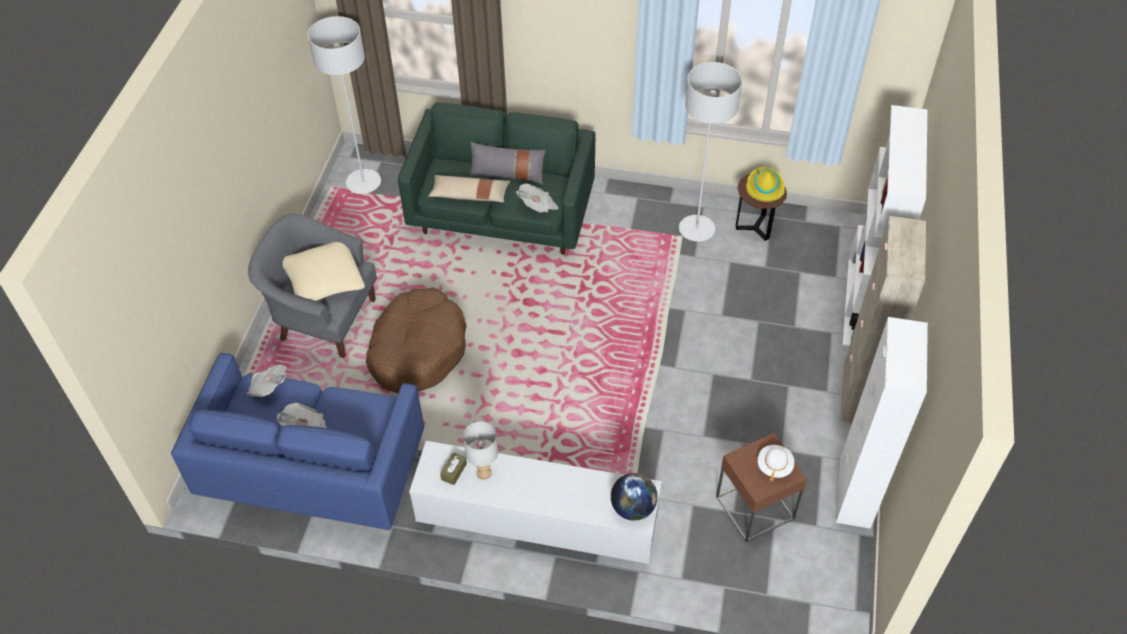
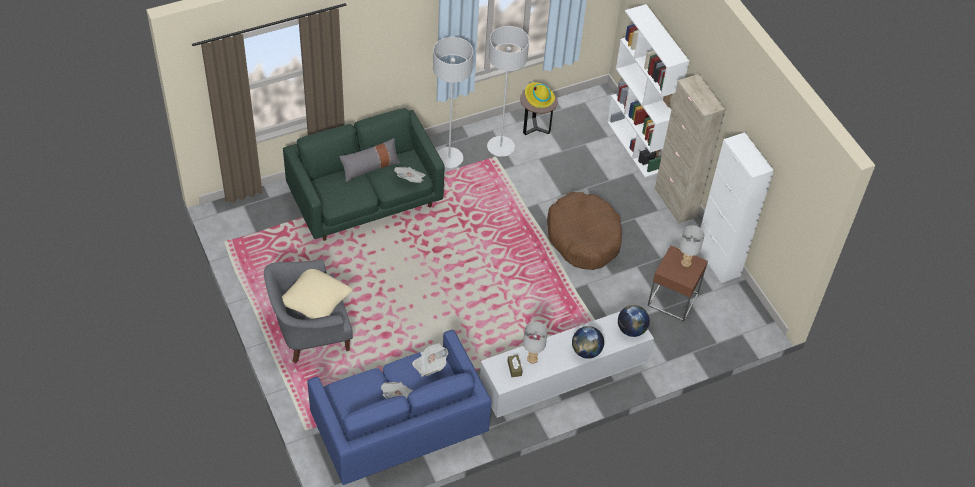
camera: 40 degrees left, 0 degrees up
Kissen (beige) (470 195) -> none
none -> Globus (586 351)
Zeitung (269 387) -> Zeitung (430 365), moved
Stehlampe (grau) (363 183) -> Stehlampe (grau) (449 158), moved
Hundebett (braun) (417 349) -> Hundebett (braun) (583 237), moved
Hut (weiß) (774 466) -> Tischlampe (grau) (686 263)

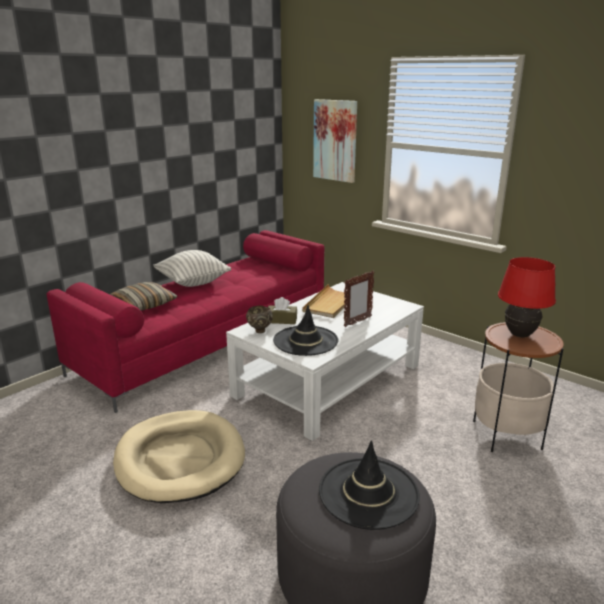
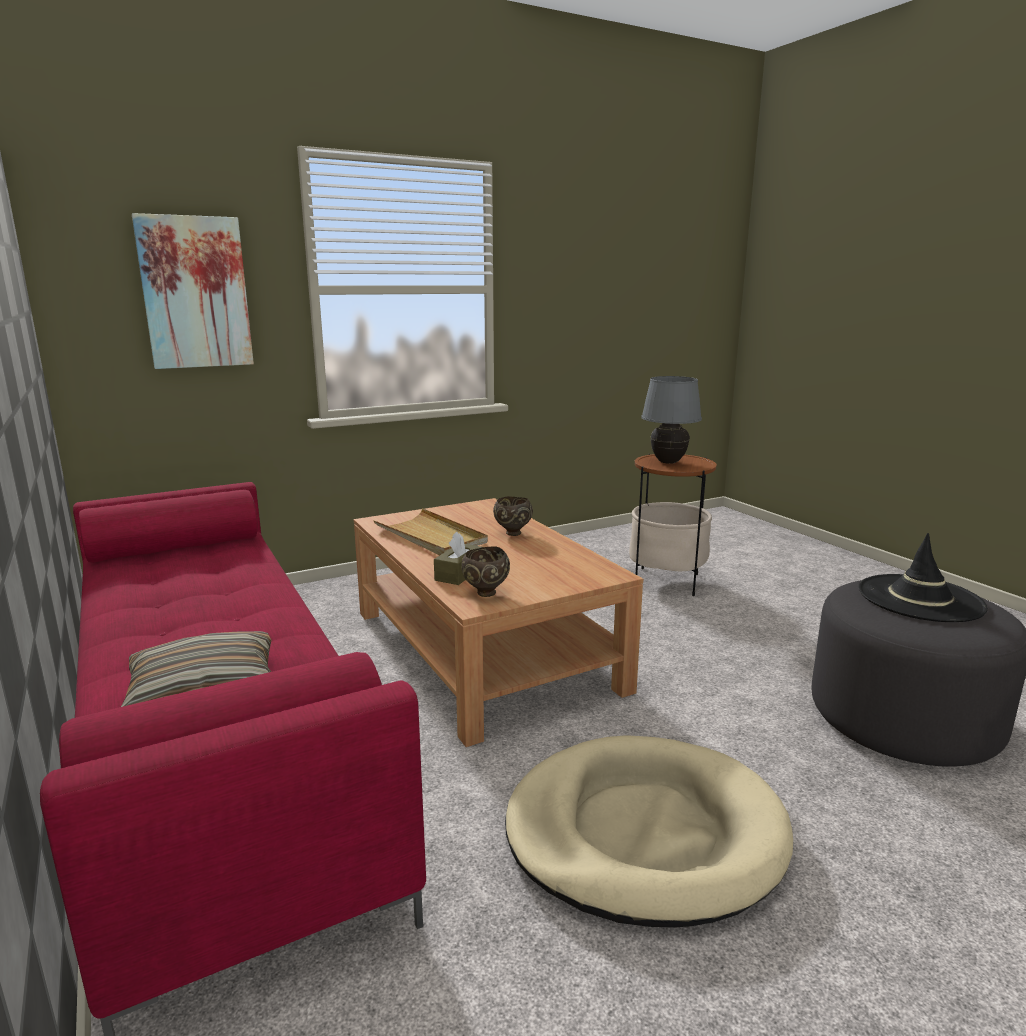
camera: 70 degrees left, 5 degrees down
Kissen (193 282) -> none
Hut (schwarz) (305 341) -> none
Bilderrahmen (357 322) -> Schüssel (braun) (512 533)
Couchtisch (weiß) (329 379) -> Couchtisch (braun) (482 649)
Tischlampe (rot) (519 335) -> Tischlampe (grau) (668 462)

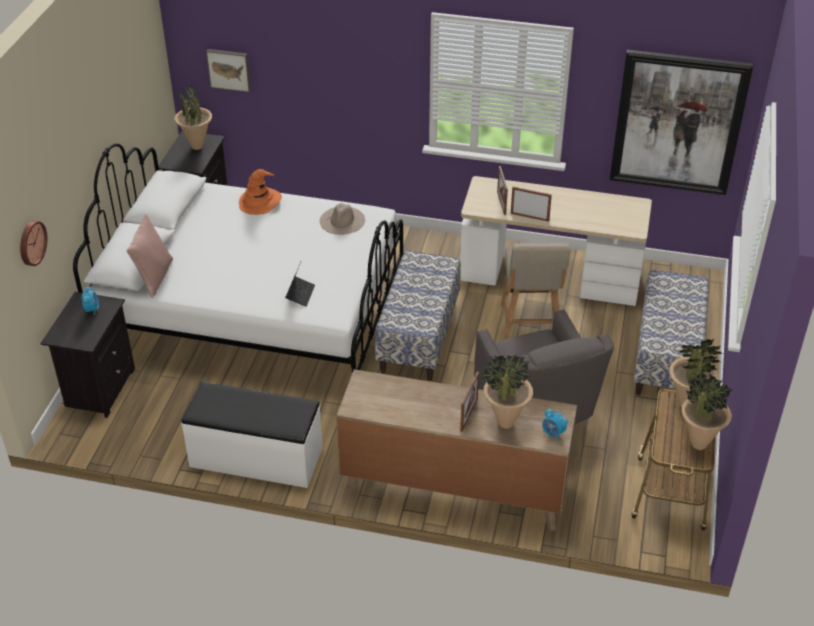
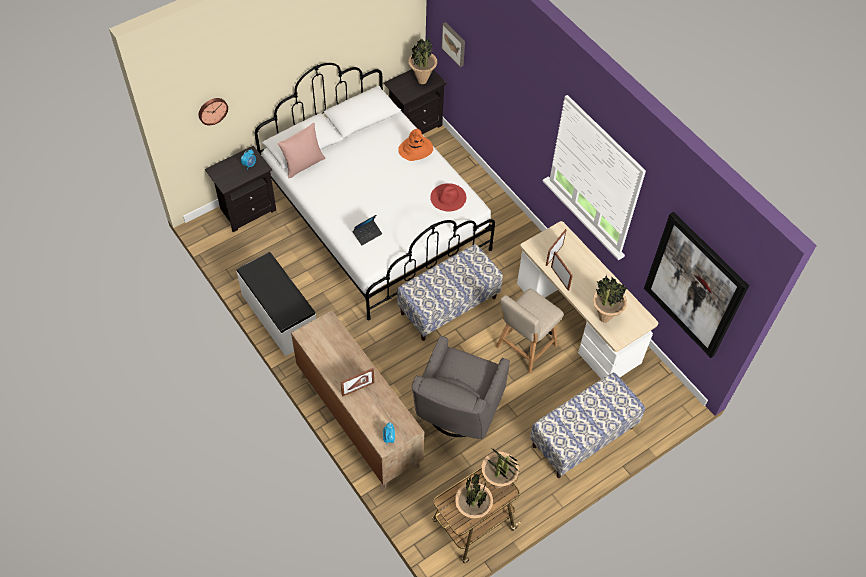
camera: 40 degrees right, 15 degrees up
Topfpflanze (505 423) -> Topfpflanze (604 318), moved
Hut (beige) (342 220) -> Hut (rot) (448 197)

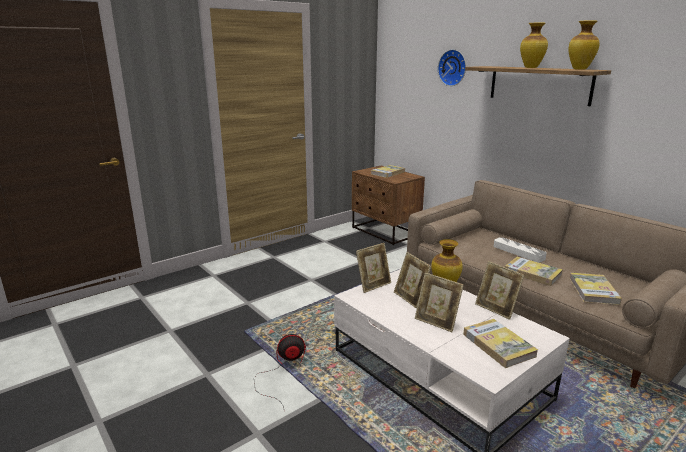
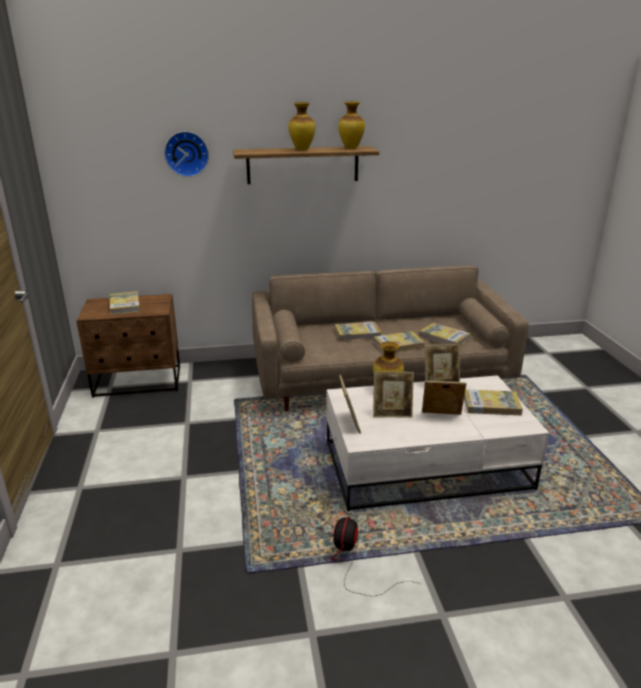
camera: 60 degrees left, 5 degrees up
Tablett (weiß) (518 252) -> Buch (357 333)
Bilderrahmen (436 322) -> Bilderrahmen (441 417), 150 degrees counterclockwise

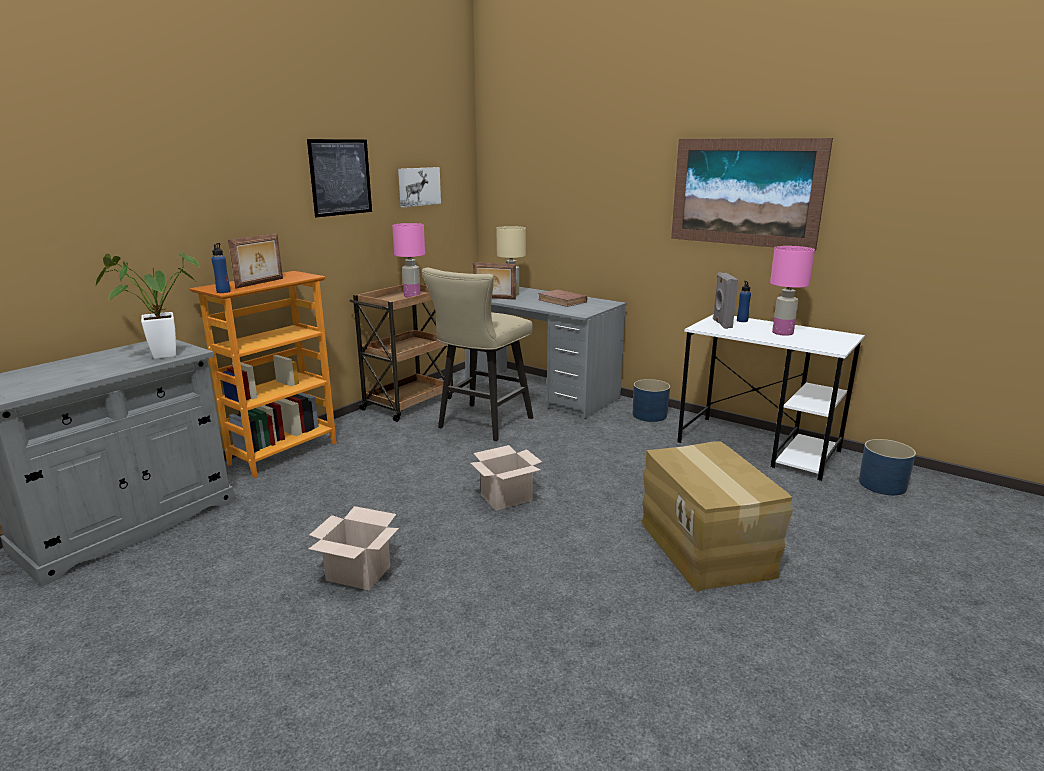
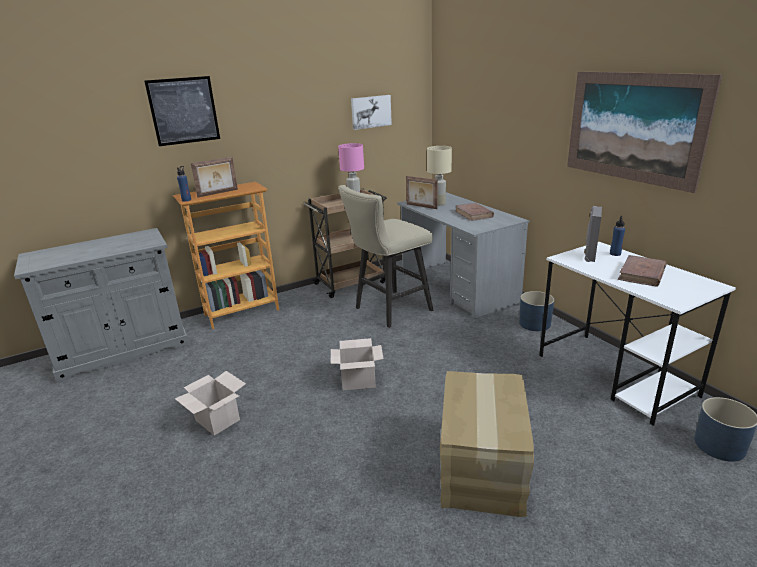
camera: 25 degrees right, 5 degrees up
Topfpflanze (157 356) -> none
Bild (340 177) -> Bild (184 111), moved
Tischlampe (rosa) (783 333) -> Buch (braun) (642 274)

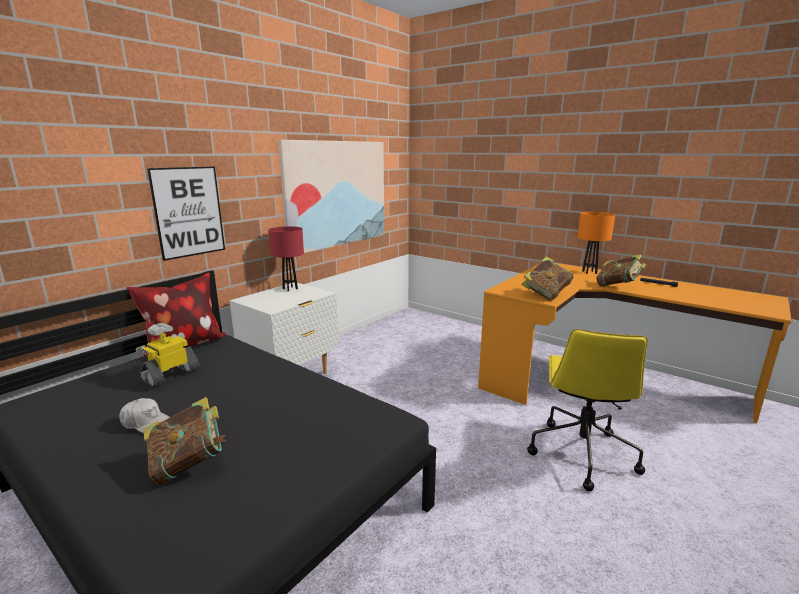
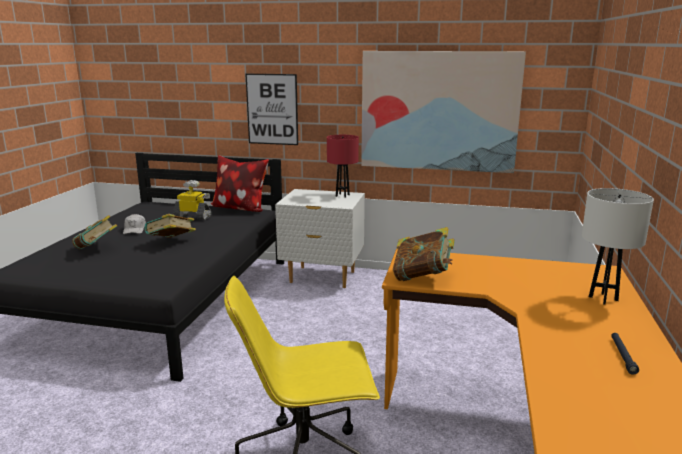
camera: 65 degrees right, 0 degrees up
Buch (618 287) -> Buch (171 242), moved
Tischlampe (orange) (589 272) -> Tischlampe (weiß) (603 298)

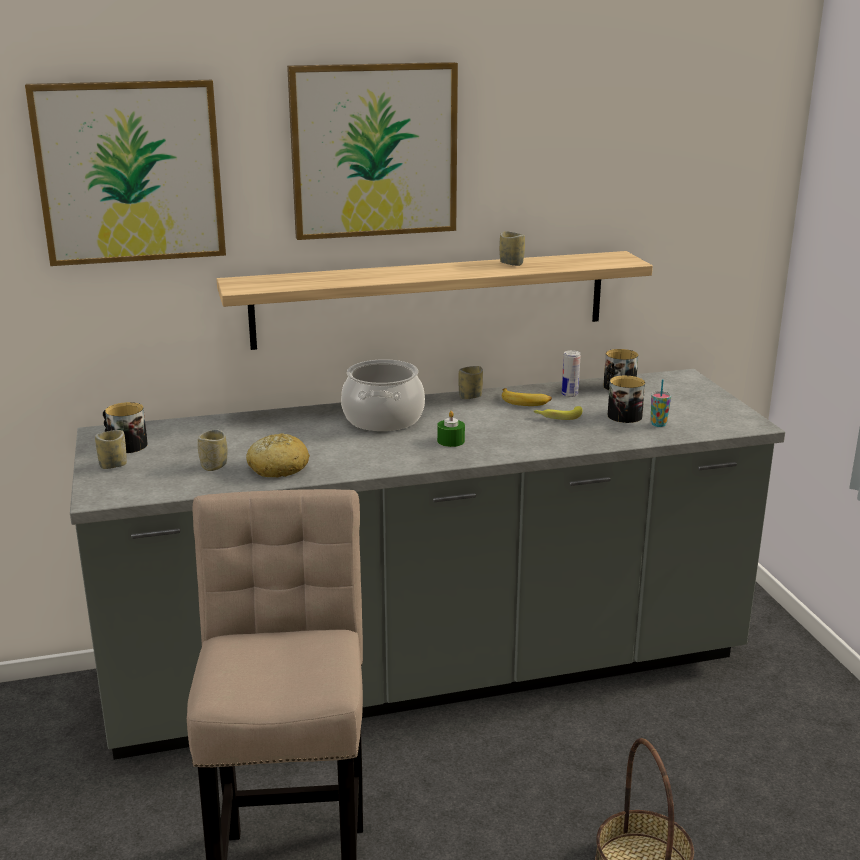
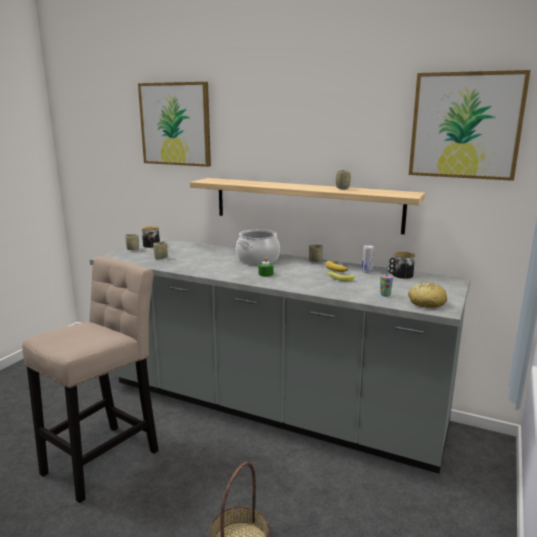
camera: 40 degrees right, 5 degrees down
Henkelbecher (625 414) -> none
Brot (277 468) -> Brot (426 303), moved
Bild (374 150) -> Bild (465 126), moved

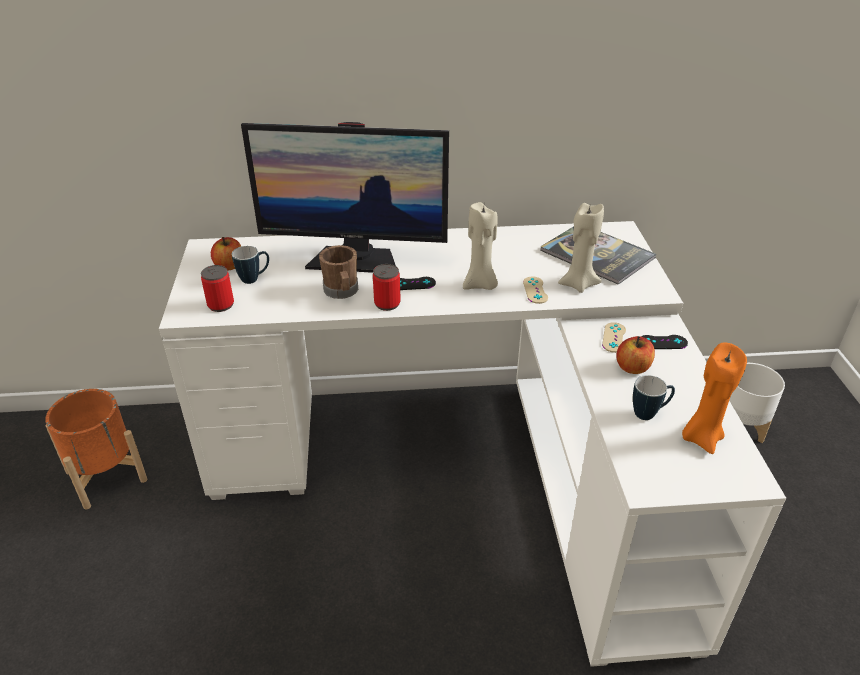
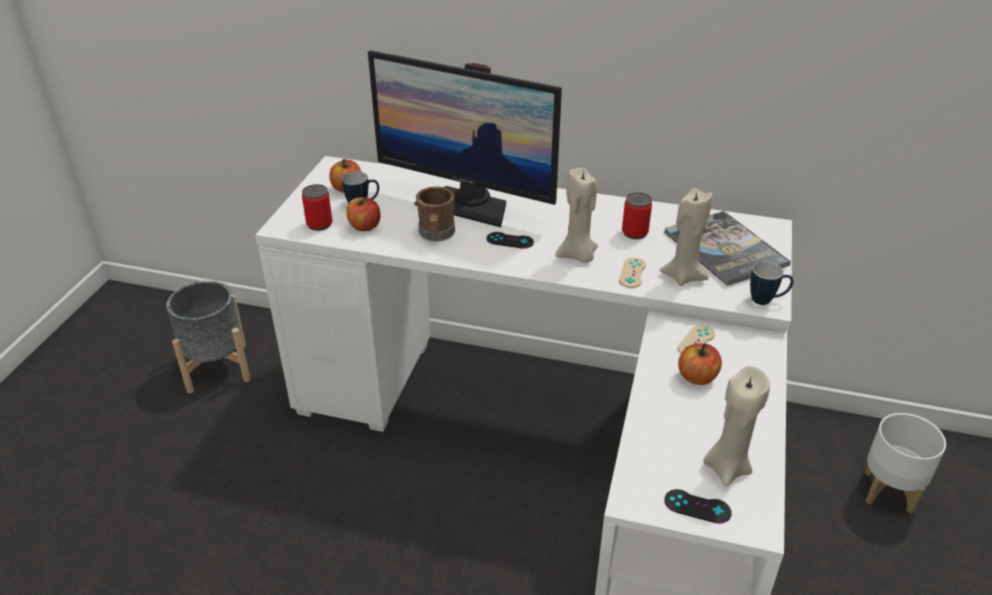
camera: 20 degrees right, 0 degrees up
none -> Apfel (364 226)
Dose (387 303) -> Dose (634 232), moved
Henkelbecher (649 413) -> Henkelbecher (766 300), moved
Gamepad (schwarz) (662 342) -> Gamepad (schwarz) (697 506), moved
Pflanzkübel (orange) (106 476) -> Pflanzkübel (grau) (216 367)
Kerze (orange) (701 438) -> Kerze (beige) (727 467)

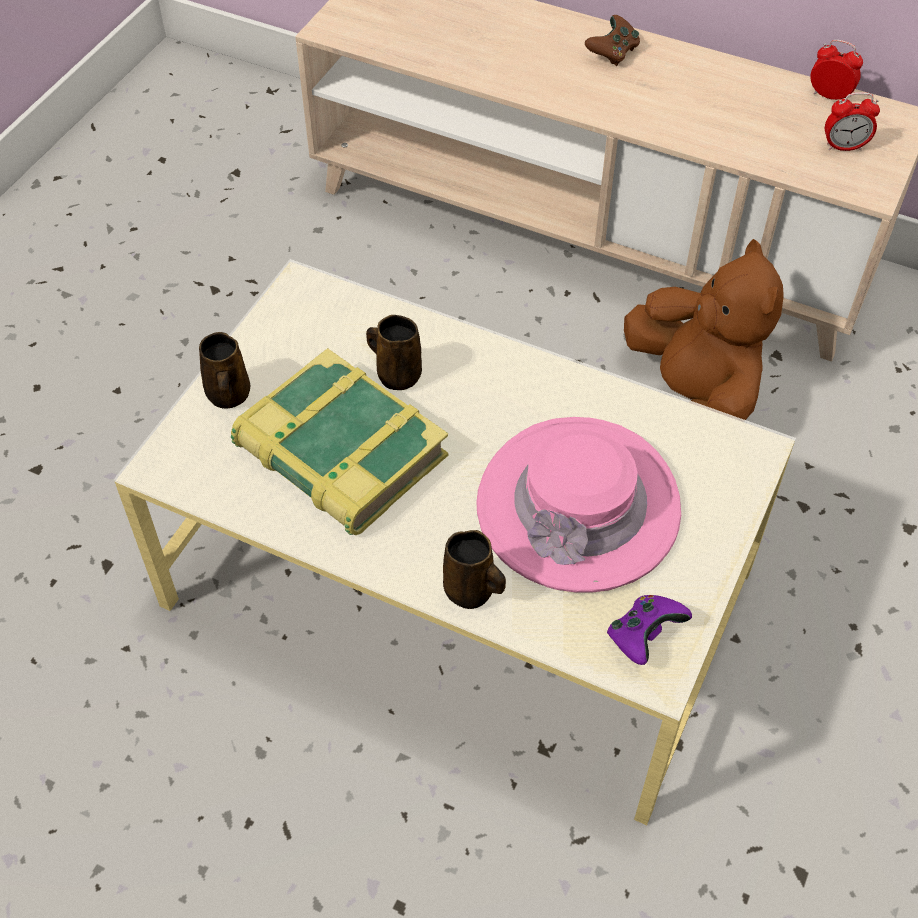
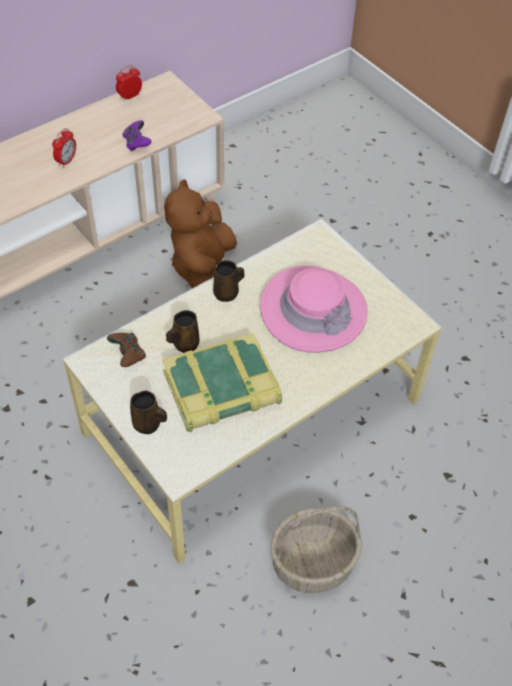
camera: 65 degrees left, 0 degrees up
none -> Korb (312 563)
Henkelbecher (braun) (471 592) -> Henkelbecher (braun) (227 293), moved
Gamepad (braun) (612 53) -> Gamepad (braun) (128 355), moved
Gamepad (lila) (643 636) -> Gamepad (lila) (136 143), moved
Wecker (844 147) -> Wecker (66 161), moved
Plüschtier (braun) (693 399) -> Plüschtier (braun) (203 268), 90 degrees counterclockwise

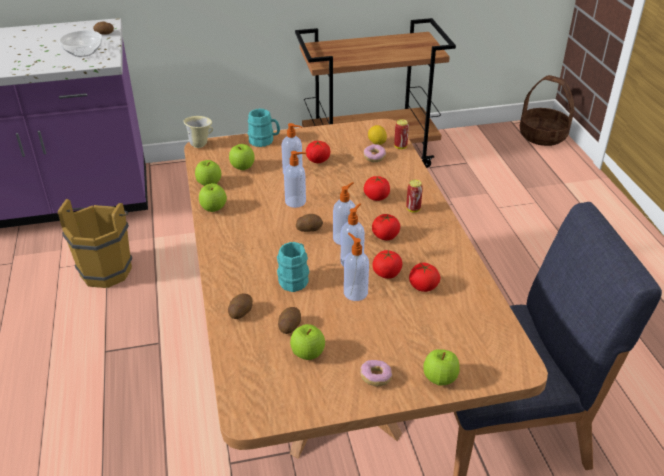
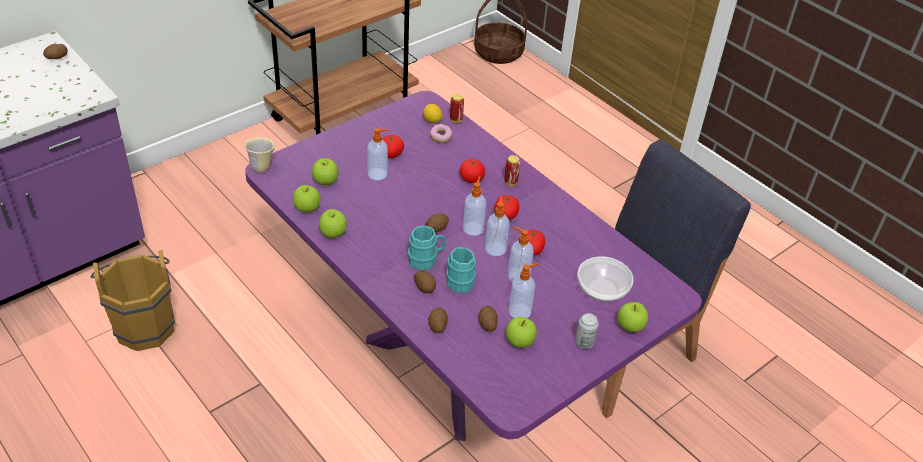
camera: 30 degrees left, 5 degrees up
Tomate (423 286) -> none
none -> Kartoffel (425 287)
Schüssel (83 52) -> Schüssel (602 289), moved
Henkelbecher (türkis) (264 141) -> Henkelbecher (türkis) (426 260), moved
Seifenspender (296 202) -> Seifenspender (520 311), moved
Donut (375 378) -> Dose (584 343)
Esstisch (braun) (330 382) -> Esstisch (lila) (450 362)

